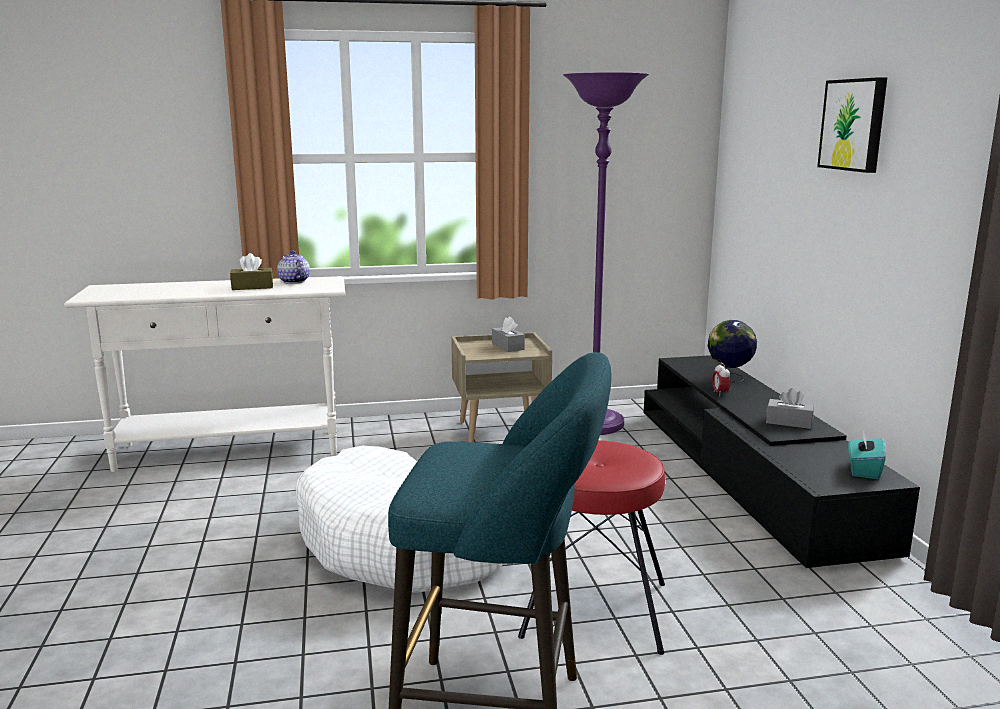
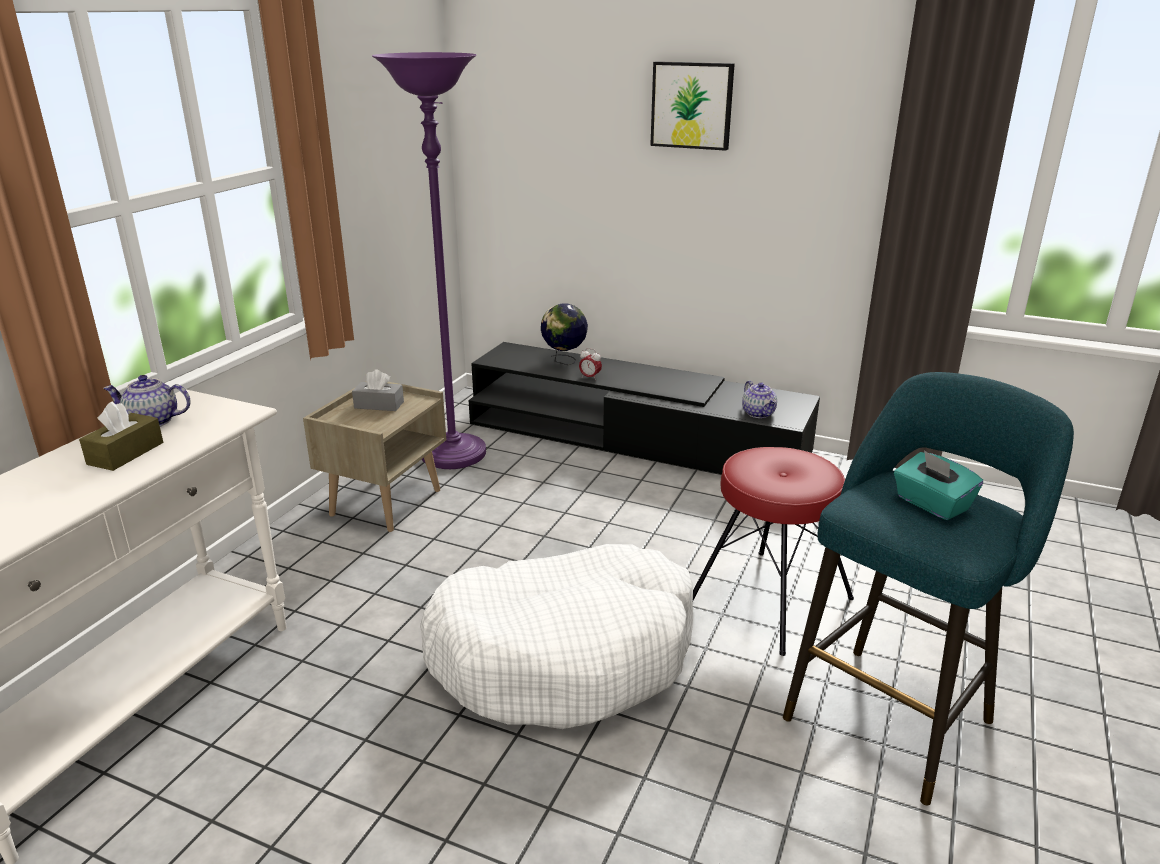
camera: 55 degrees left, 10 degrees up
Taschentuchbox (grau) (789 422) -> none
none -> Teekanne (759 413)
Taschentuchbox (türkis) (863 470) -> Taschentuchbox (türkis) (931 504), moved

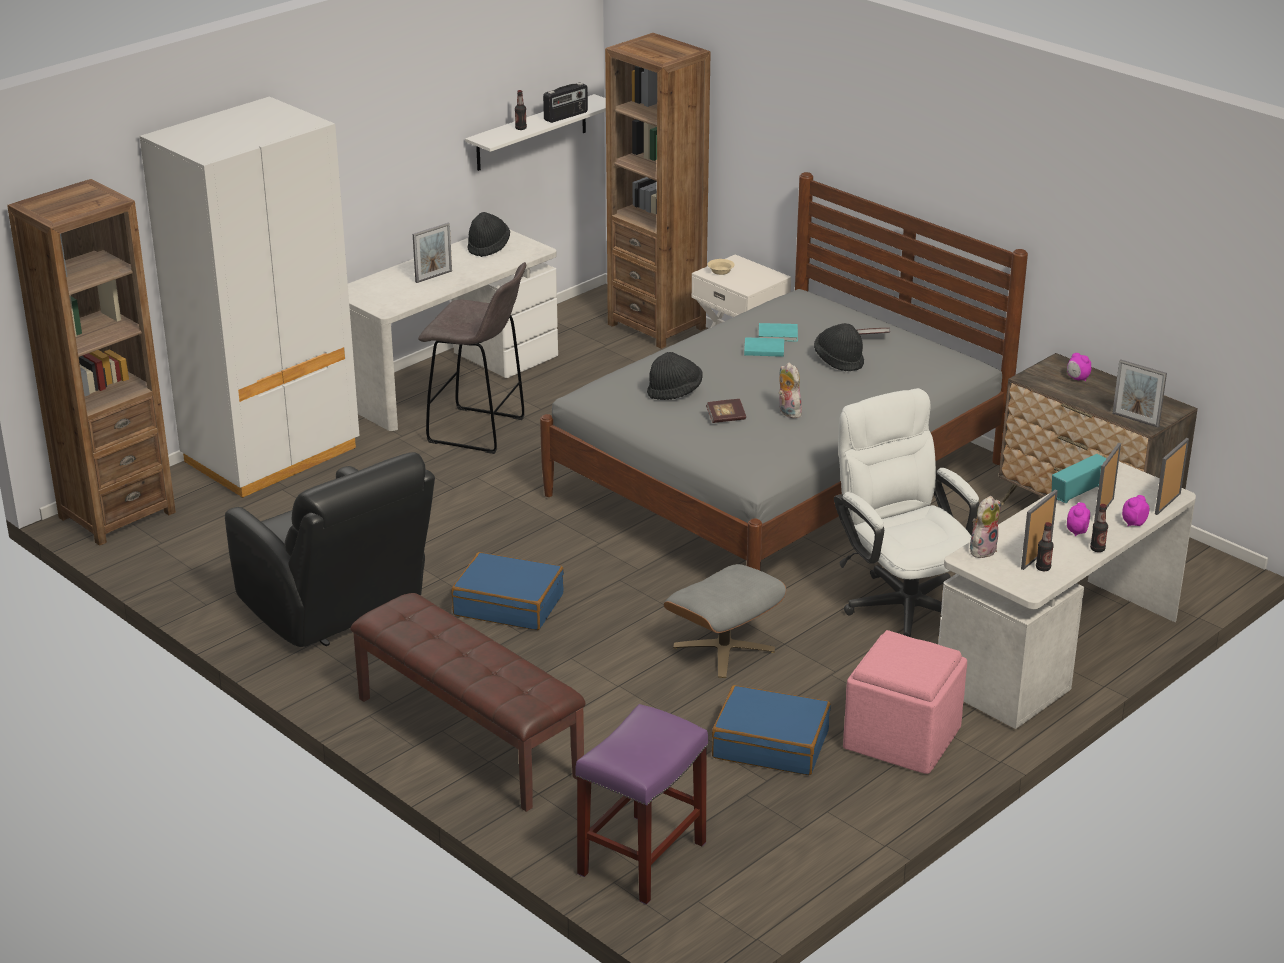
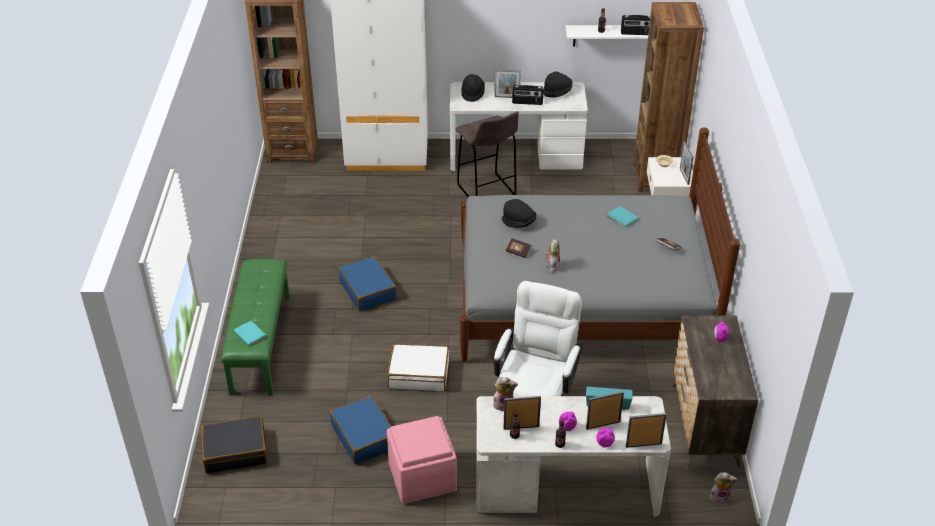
camera: 45 degrees right, 10 degrees up
Sessel (schwarz) (337 612) -> none
none -> Radio (527 102)
none -> Plüschtier (719 497)
Buch (türkis) (763 348) -> Buch (türkis) (250 333), moved
Hut (schwarz) (839 360) -> Hut (schwarz) (472 94), moved
Bilderrahmen (1135 420) -> Bilderrahmen (684 176), moved
Hocker (lila) (642 859) -> Koffer (schwarz) (235 451)
Polsterhocker (grau) (724 648) -> Koffer (weiß) (419 374)
Bank (braun) (467 737) -> Bank (grün) (260 344)

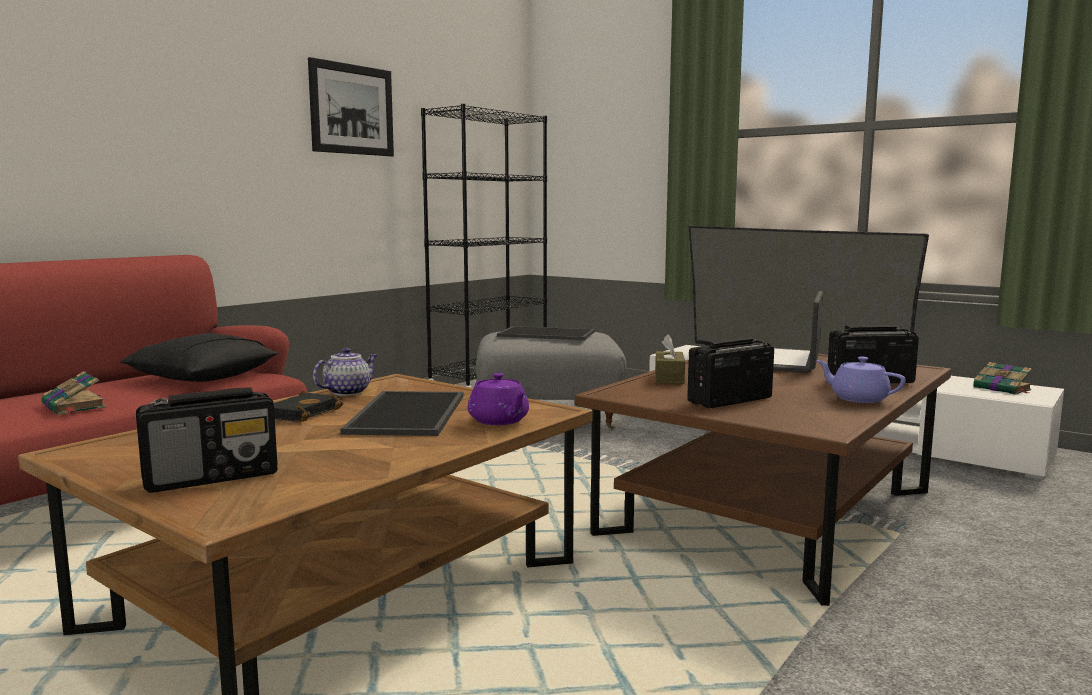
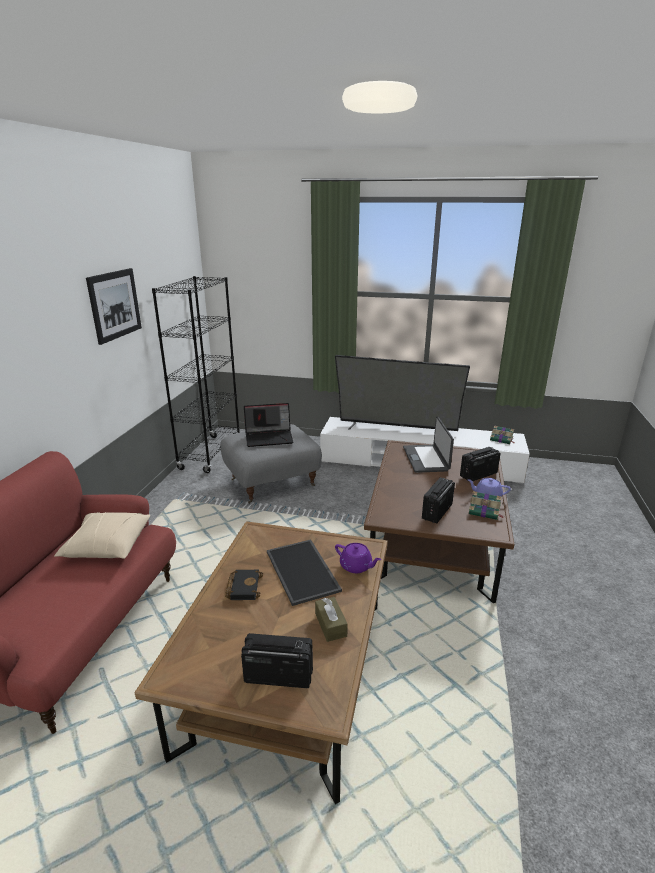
camera: 25 degrees left, 15 degrees up
Teekanne (348 392) -> none
Buch (74 407) -> Buch (485 511), moved
Taschentuchbox (braun) (669 378) -> Taschentuchbox (braun) (330 625), moved
Tablett (547 334) -> Laptop (269 437)
Kissen (schwarz) (202 377) -> Kissen (beige) (107 545)
Radio (213 478) -> Radio (278 675), 120 degrees counterclockwise

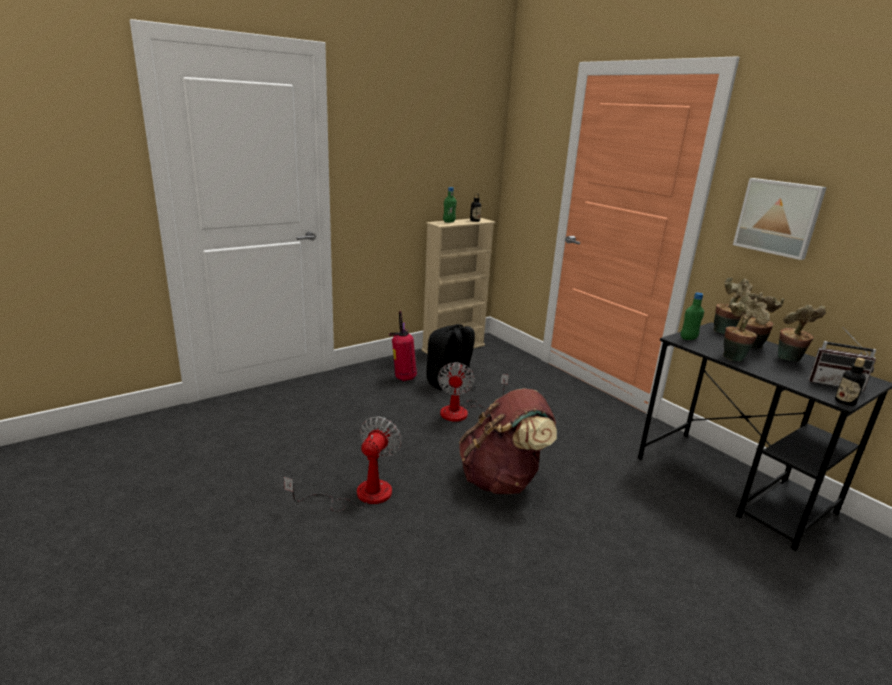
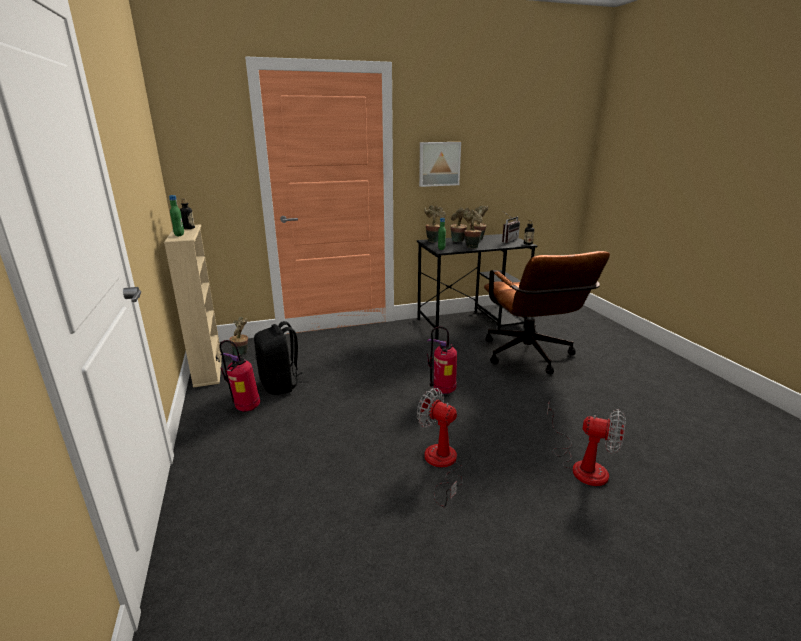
camera: 70 degrees left, 0 degrees up
none -> Topfpflanze (241 353)
none -> Bürostuhl (braun) (530 357)
Ventilator (463 411) -> Ventilator (582 465), moved
Rucksack (braun) (502 480) -> Feuerlöscher (442 391)

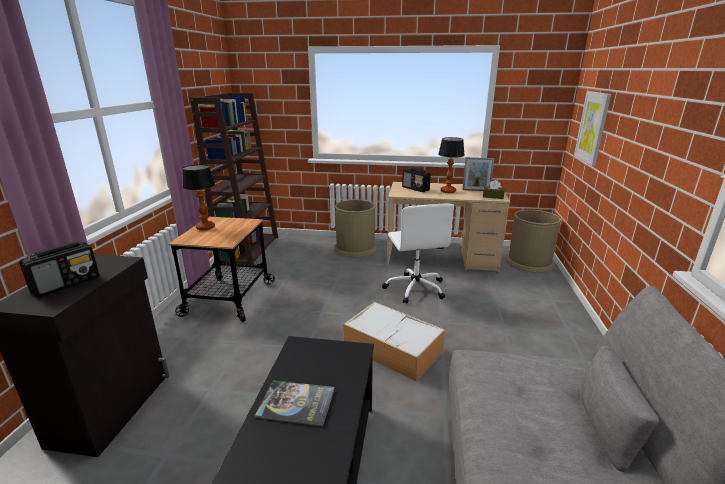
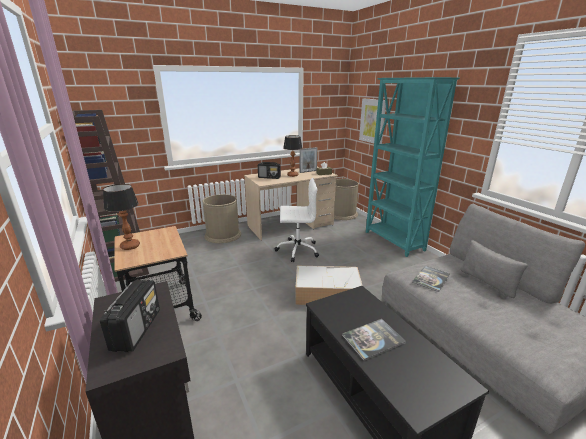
camera: 35 degrees left, 0 degrees up
none -> Bücherregal (türkis) (393 241)
none -> Buch (431 279)
Bürostuhl (weiß) (415 288) -> Bürostuhl (weiß) (297 250), 45 degrees counterclockwise

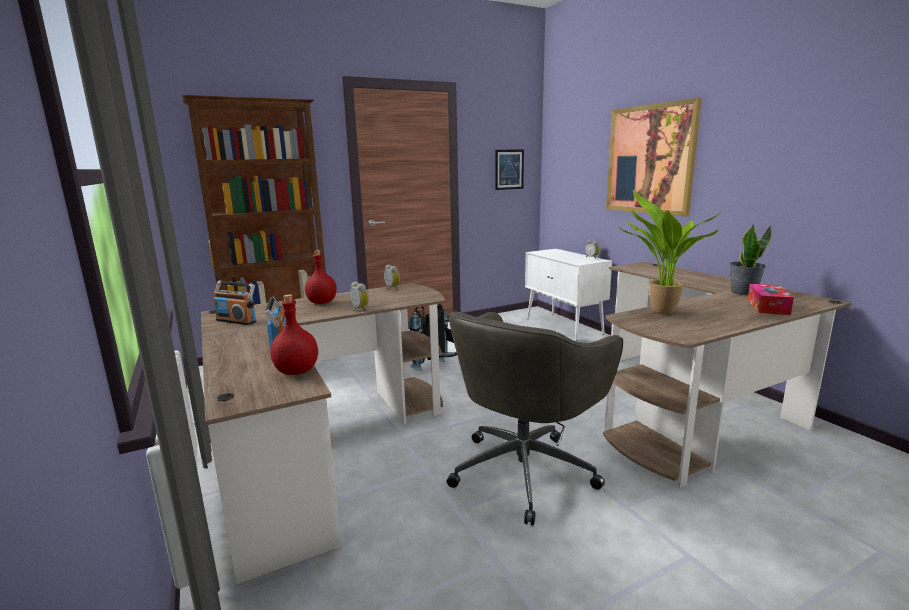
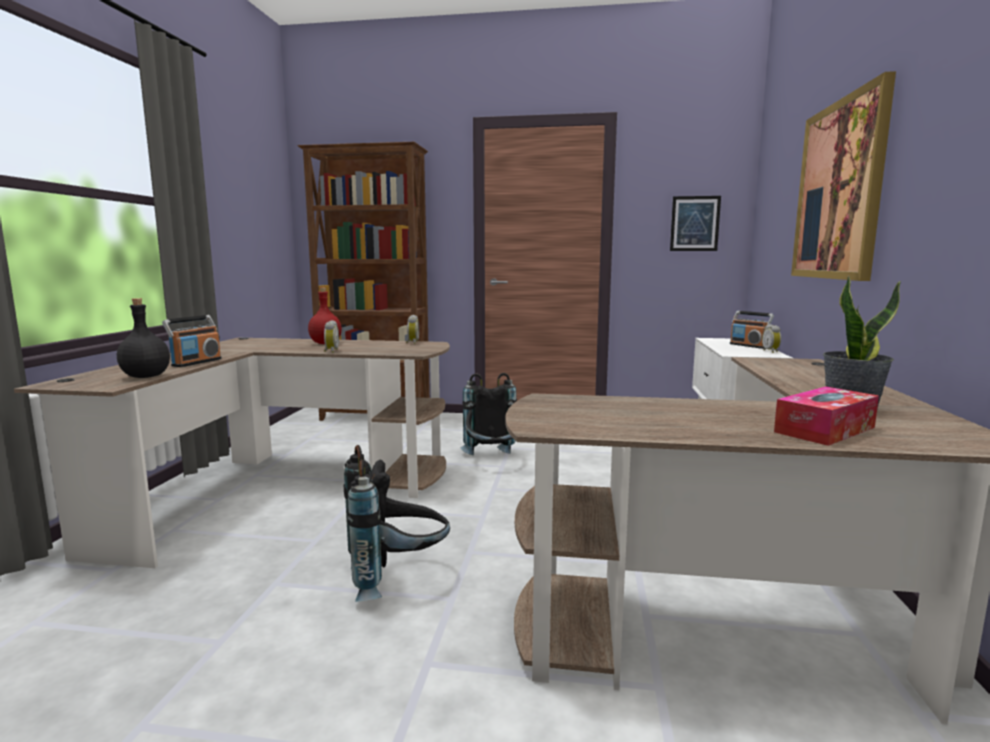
camera: 35 degrees right, 5 degrees down
Topfpflanze (659 312) -> none
Radio (236 321) -> Radio (748 346), moved
Bürostuhl (grau) (525 469) -> Rucksack (schwarz) (397 578)
Flasche (rot) (296 371) -> Flasche (schwarz) (145 377)

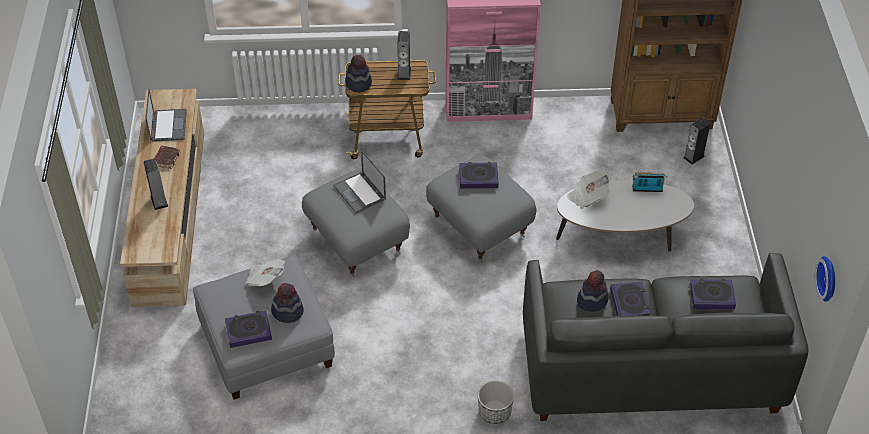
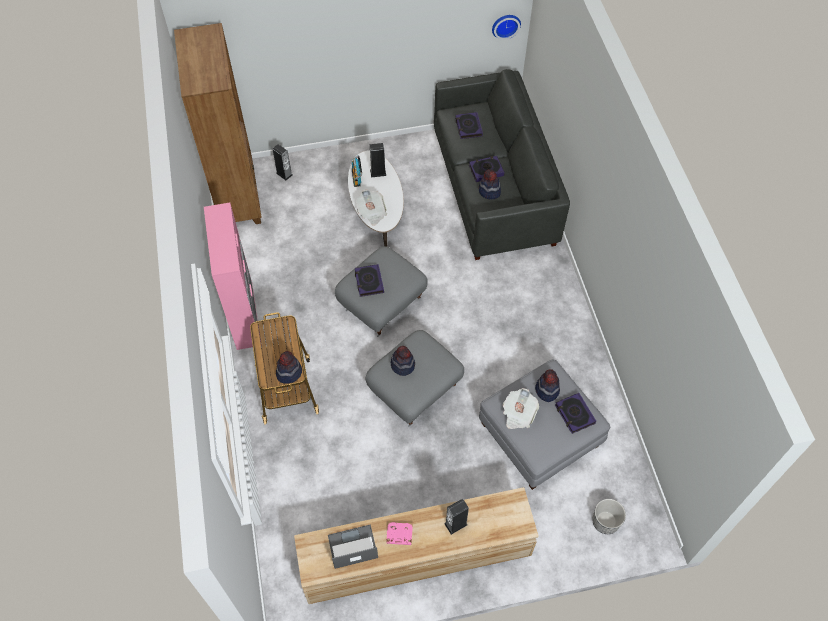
camera: 100 degrees left, 10 degrees up
Lautsprecher (404 73) -> Lautsprecher (378 172), moved
Pflanzkübel (494 412) -> Pflanzkübel (605 522), moved
Laptop (360 193) -> Hut (403 365)
Buch (braun) (166 158) -> Buch (rosa) (399 535)

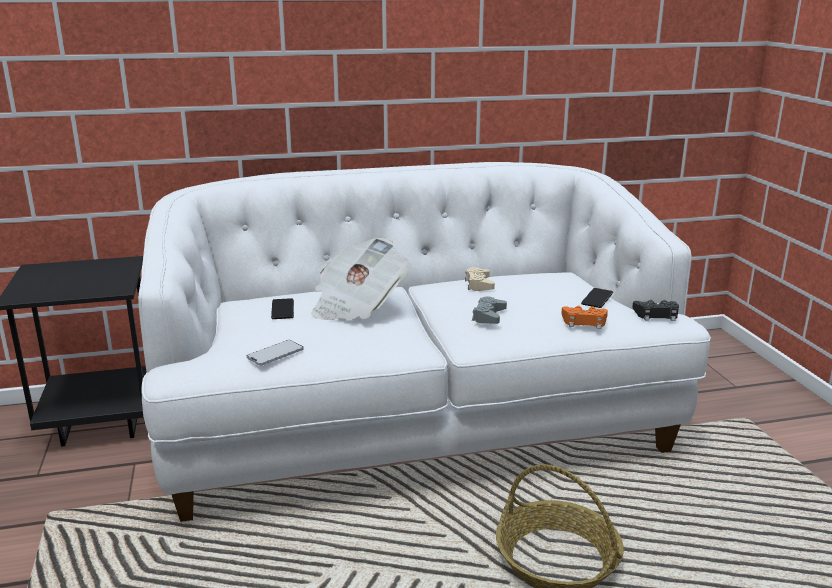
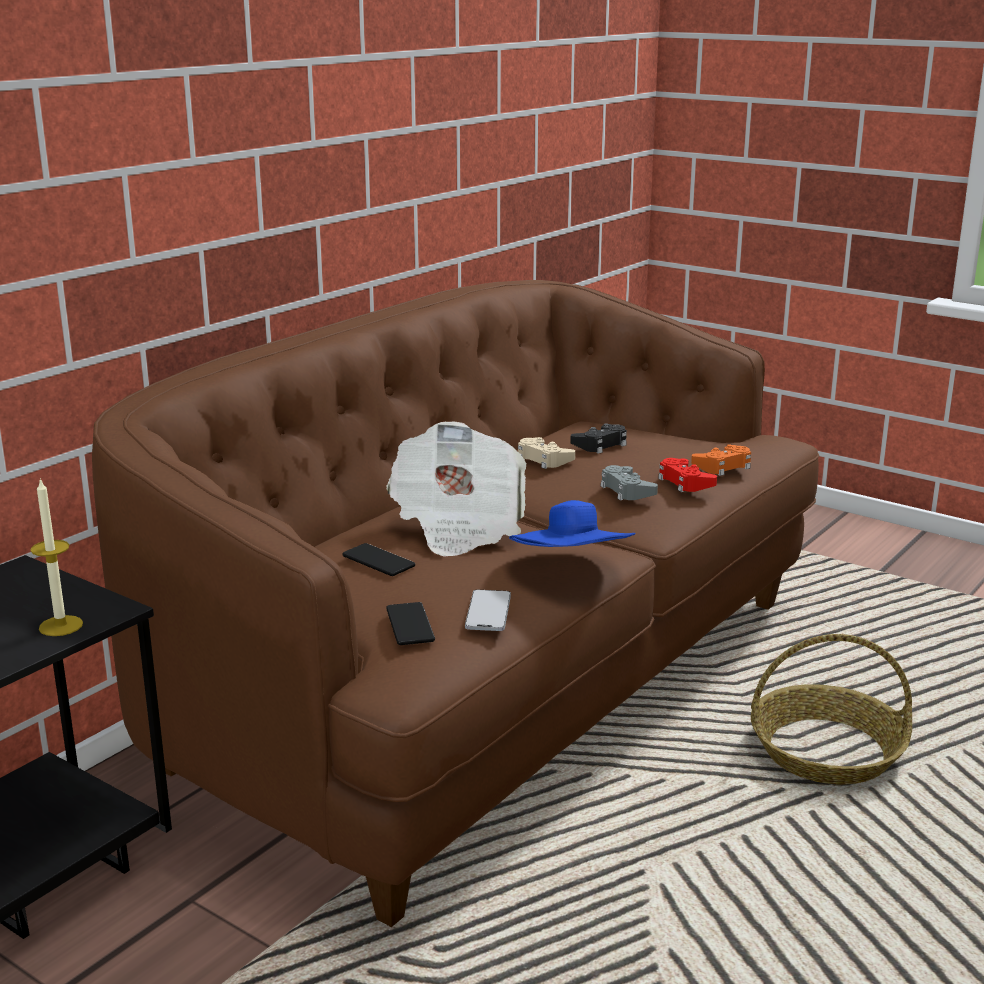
camera: 40 degrees left, 0 degrees up
none -> Kerze (61 626)
none -> Hut (blau) (573 569)
none -> Gamepad (rot) (685 482)
Handy (597 298) -> Handy (410 625), moved
Gamepad (schwarz) (656 314) -> Gamepad (schwarz) (600 444), moved
Sofa (weiß) (416 426) -> Sofa (braun) (492 686)

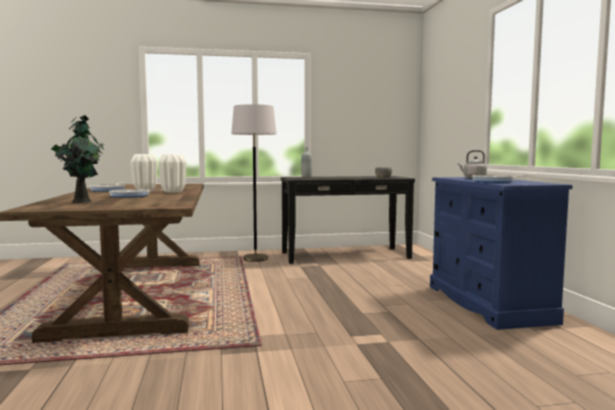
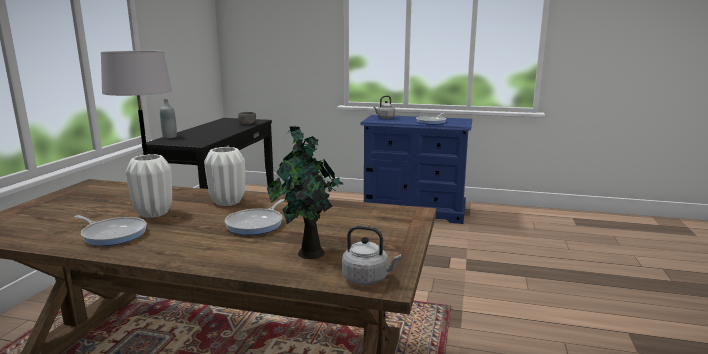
camera: 65 degrees left, 10 degrees up
none -> Wasserkessel (grau) (368 279)

